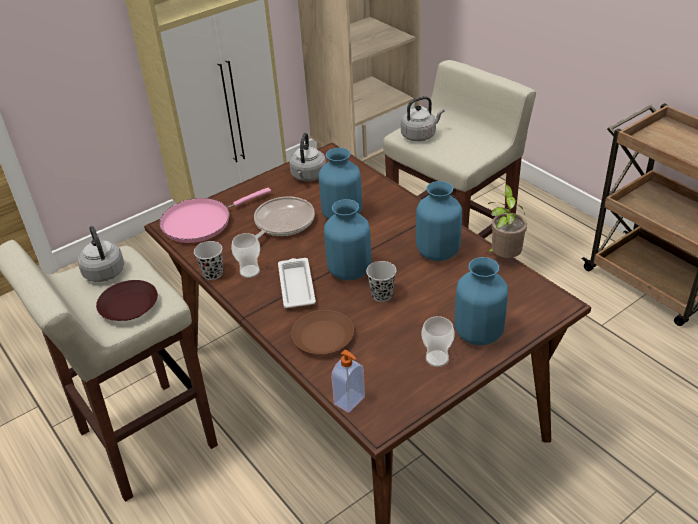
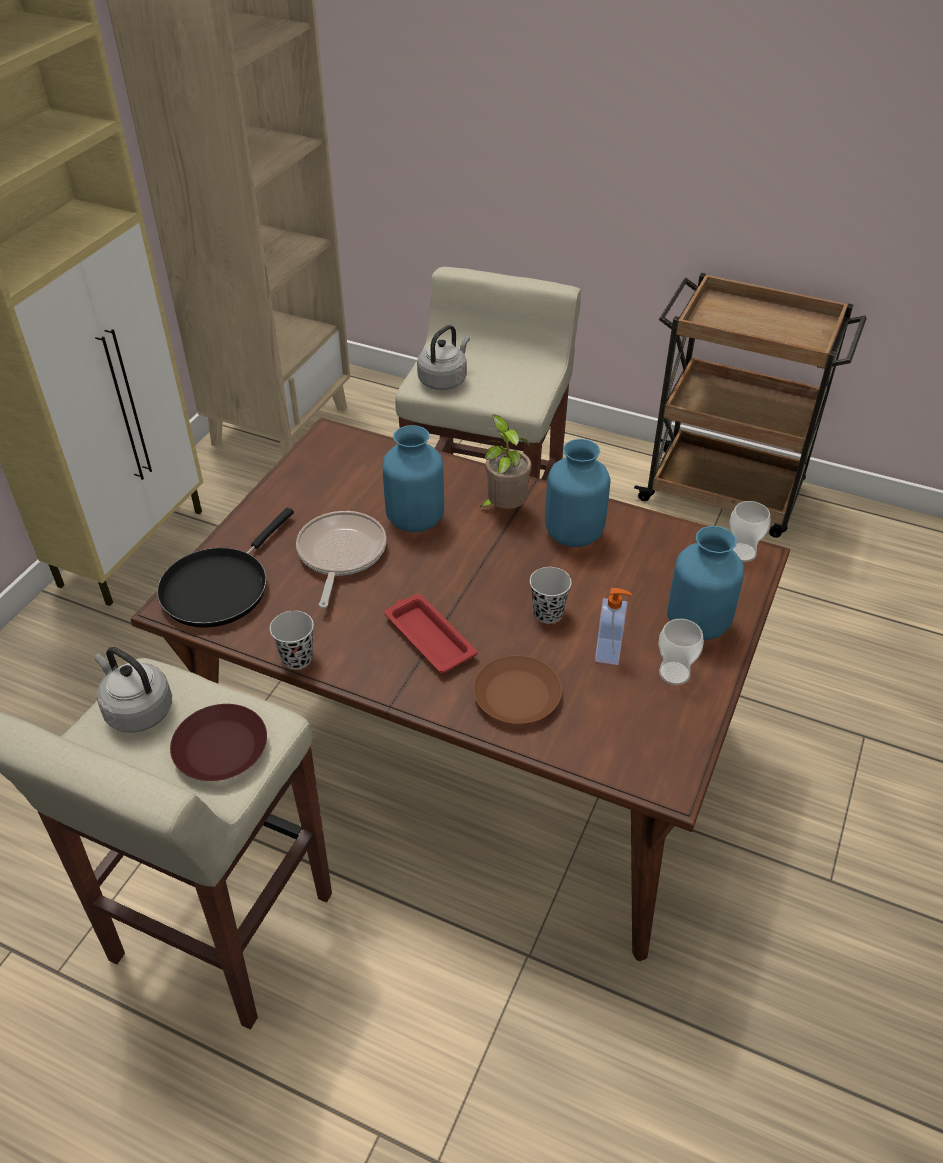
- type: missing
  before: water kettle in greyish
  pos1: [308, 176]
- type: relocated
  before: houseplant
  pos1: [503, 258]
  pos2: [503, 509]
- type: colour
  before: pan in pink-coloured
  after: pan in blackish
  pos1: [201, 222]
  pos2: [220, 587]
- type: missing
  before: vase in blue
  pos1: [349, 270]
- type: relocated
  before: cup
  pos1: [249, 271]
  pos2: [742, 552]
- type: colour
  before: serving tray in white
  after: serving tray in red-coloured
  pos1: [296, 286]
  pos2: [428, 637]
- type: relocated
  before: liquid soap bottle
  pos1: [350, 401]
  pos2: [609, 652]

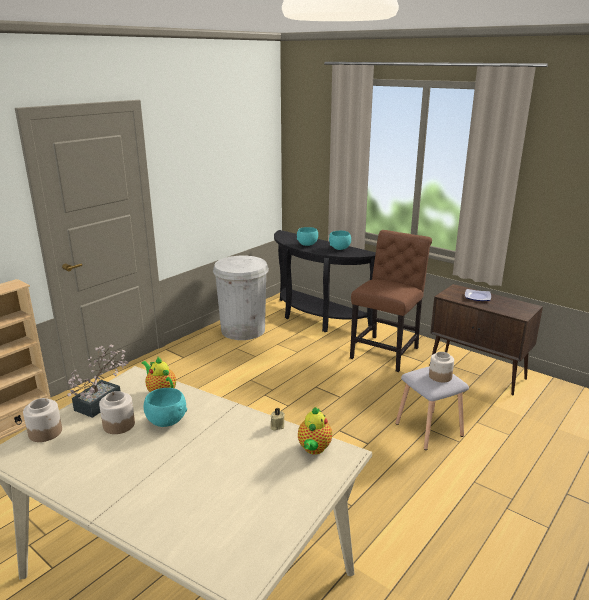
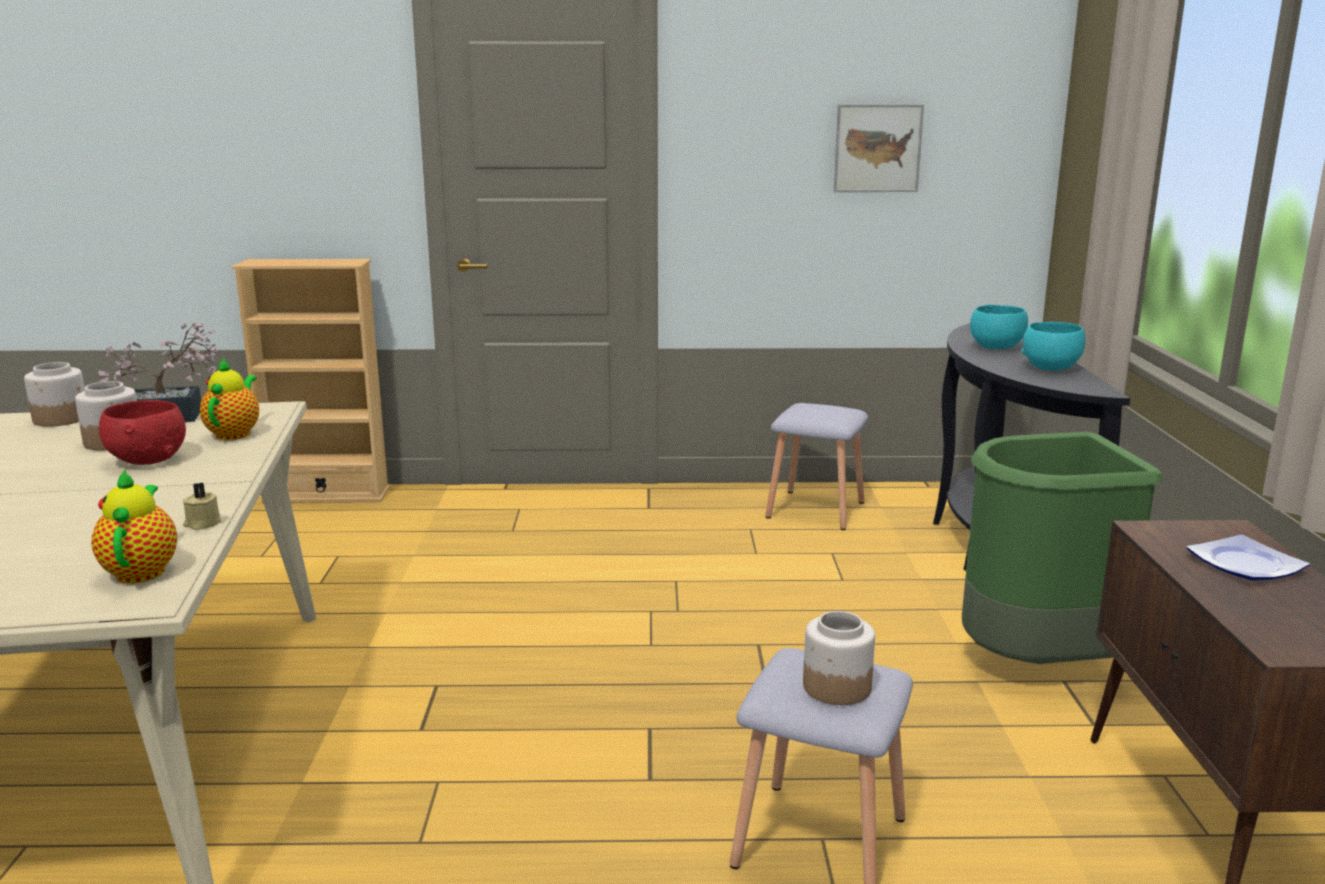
- type: exchanged
  before: plain chair in brownish
  after: waste bin in greenish
  pos1: [386, 352]
  pos2: [1038, 664]
- type: exchanged
  before: waste bin in white
  after: stool in greyish
  pos1: [243, 330]
  pos2: [817, 509]
- type: colour
  before: deep dish in turquoise-coloured
  after: deep dish in red-coloured
  pos1: [166, 421]
  pos2: [148, 460]
- type: spun
  before: tea pot
  pos1: [314, 449]
  pos2: [142, 570]
  turn: 105
- type: appeared
  after: wall picture
  pos2: [877, 148]

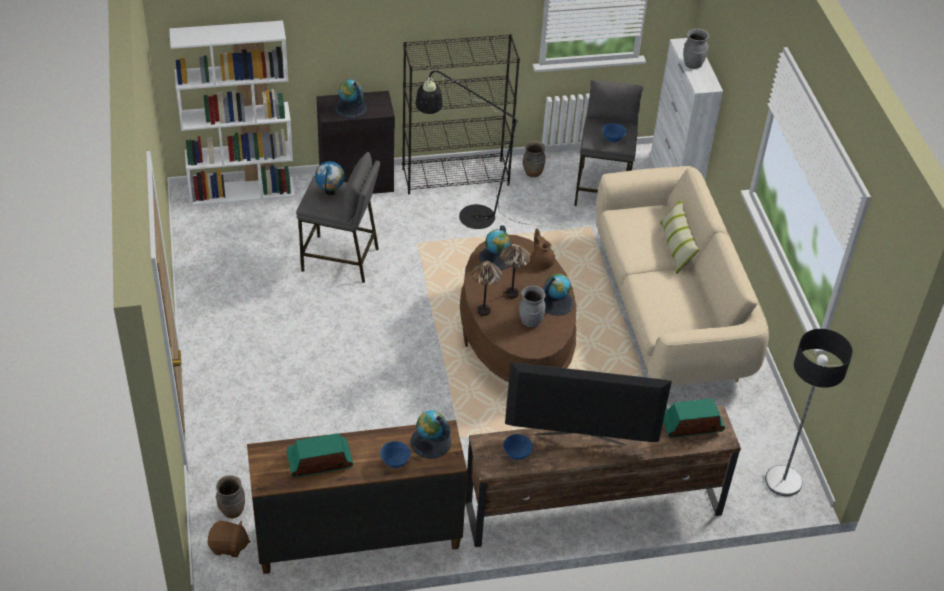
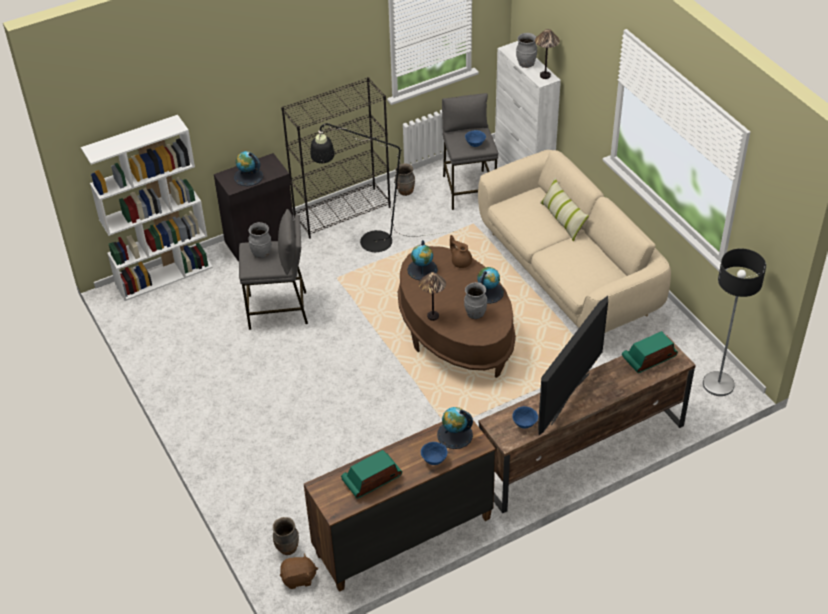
- type: exchanged
  before: desk globe
  after: vase in greyish
  pos1: [330, 192]
  pos2: [261, 253]
- type: relocated
  before: lamp for a table
  pos1: [511, 293]
  pos2: [545, 75]
- type: spun
  before: TV
  pos1: [580, 441]
  pos2: [569, 398]
  turn: 135

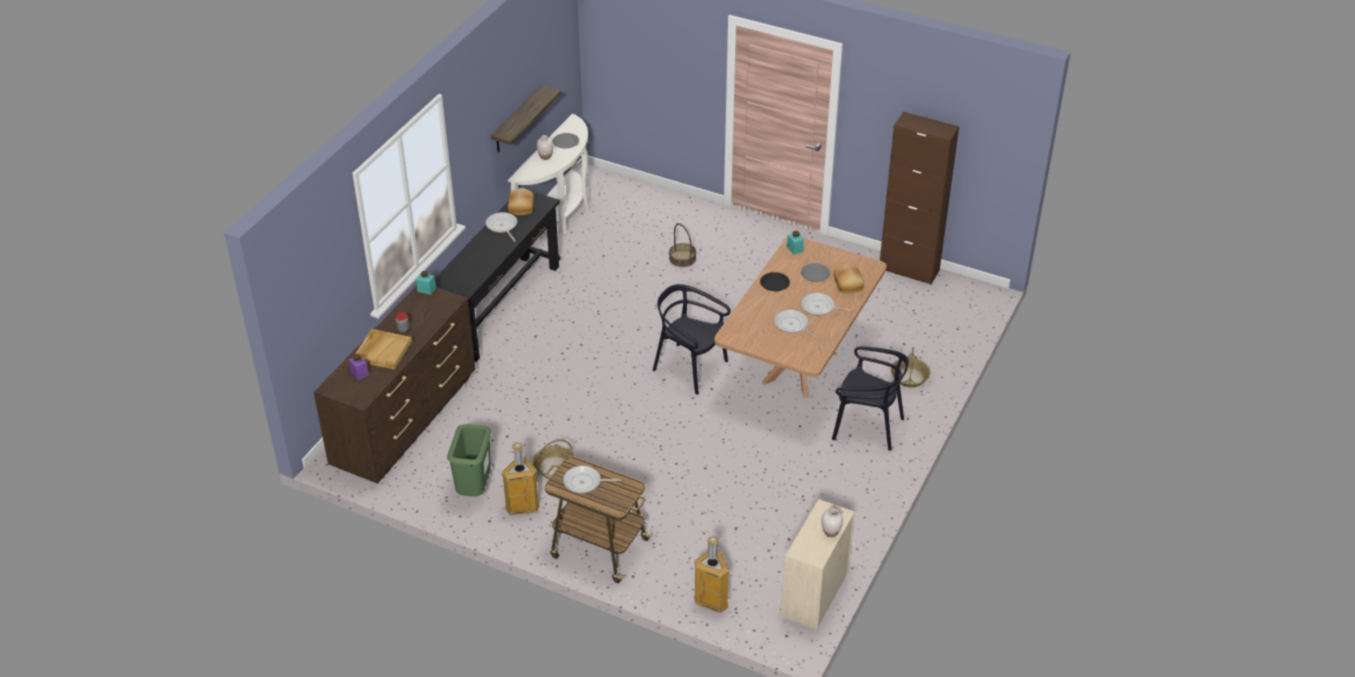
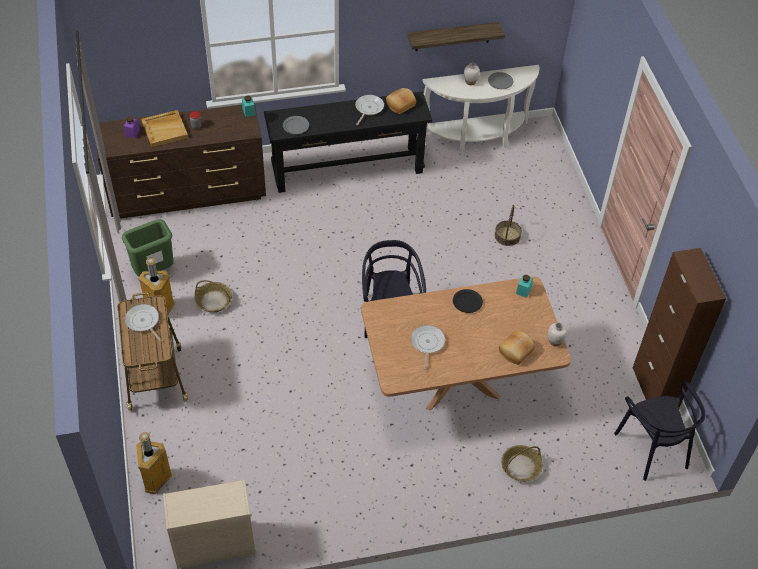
- type: relocated
  before: plate in greyish
  pos1: [815, 274]
  pos2: [296, 126]
- type: missing
  before: pan
  pos1: [820, 307]
- type: relocated
  before: plain chair in blackish
  pos1: [867, 427]
  pos2: [652, 449]
- type: relocated
  before: vase in white
  pos1: [831, 532]
  pos2: [555, 341]

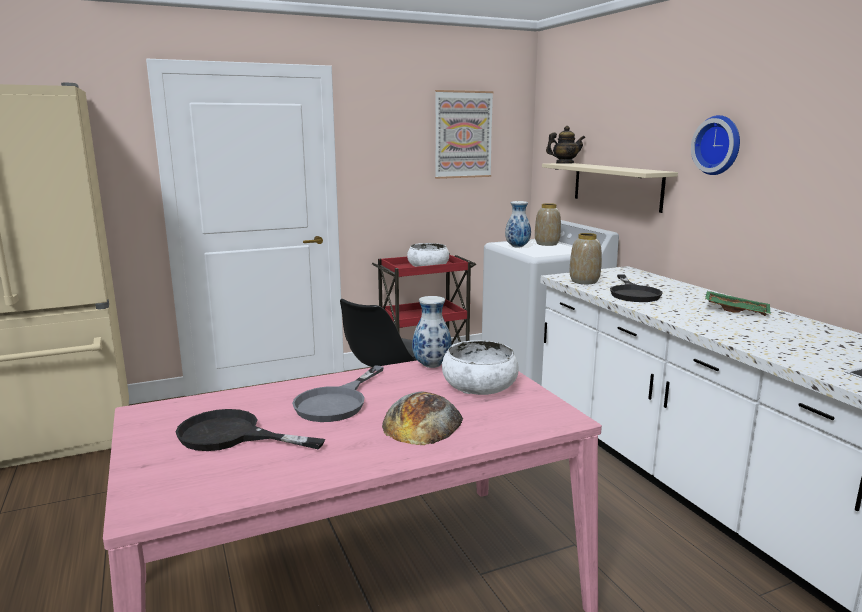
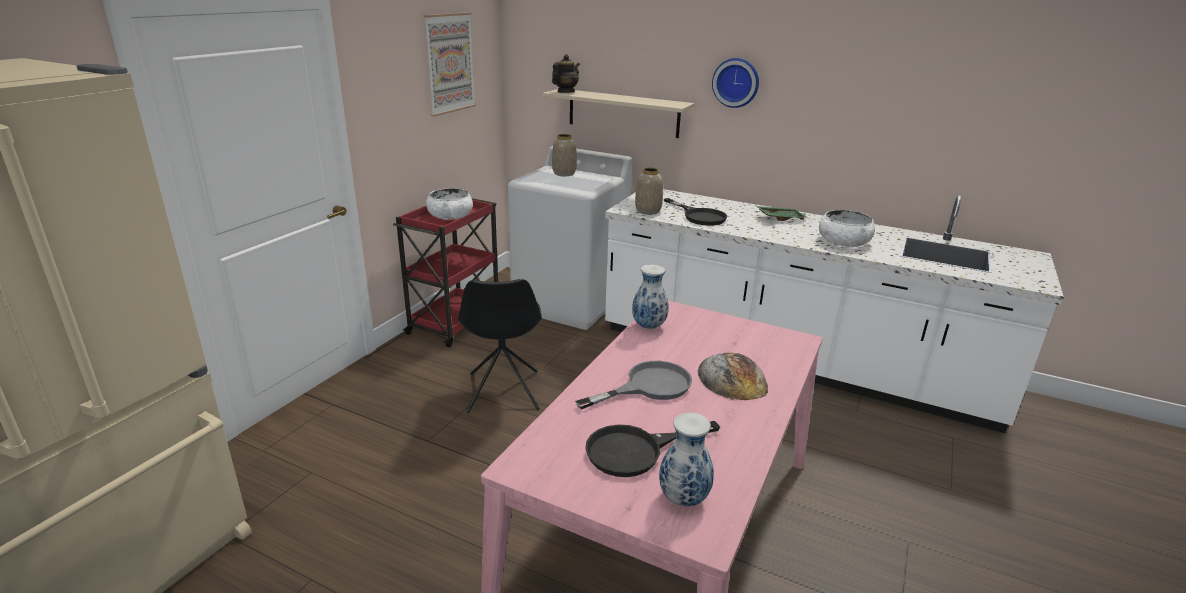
- type: relocated
  before: vase
  pos1: [517, 247]
  pos2: [683, 498]
- type: relocated
  before: deep dish in white
  pos1: [479, 385]
  pos2: [844, 241]
- type: spun
  before: pan in greyish
  pos1: [337, 402]
  pos2: [648, 386]
  turn: -105

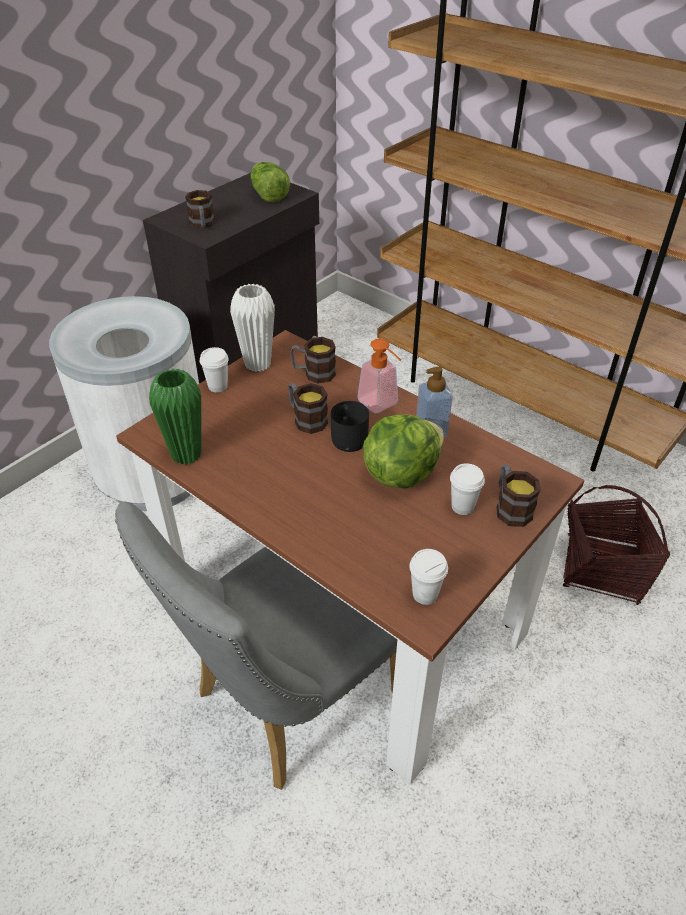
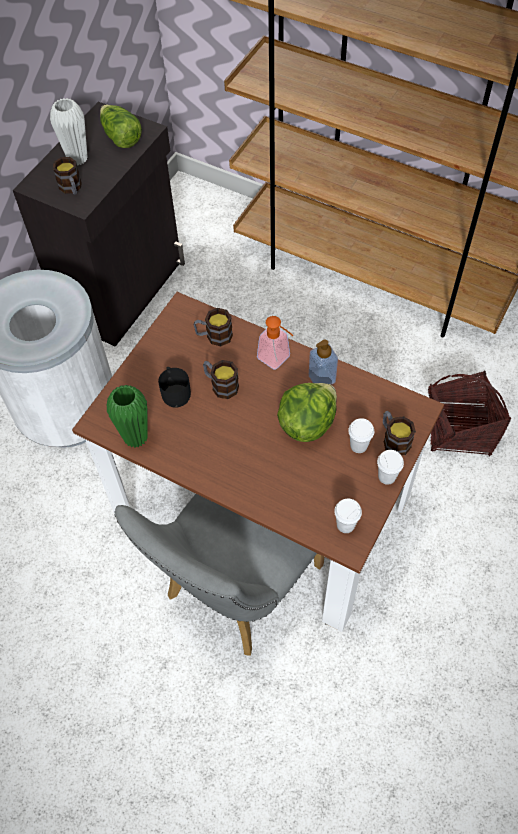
- type: relocated
  before: vase in white
  pos1: [257, 364]
  pos2: [77, 158]
- type: relocated
  before: cup in white
  pos1: [218, 386]
  pos2: [387, 476]
- type: relocated
  before: coffee mug in blackish
  pos1: [349, 436]
  pos2: [175, 392]

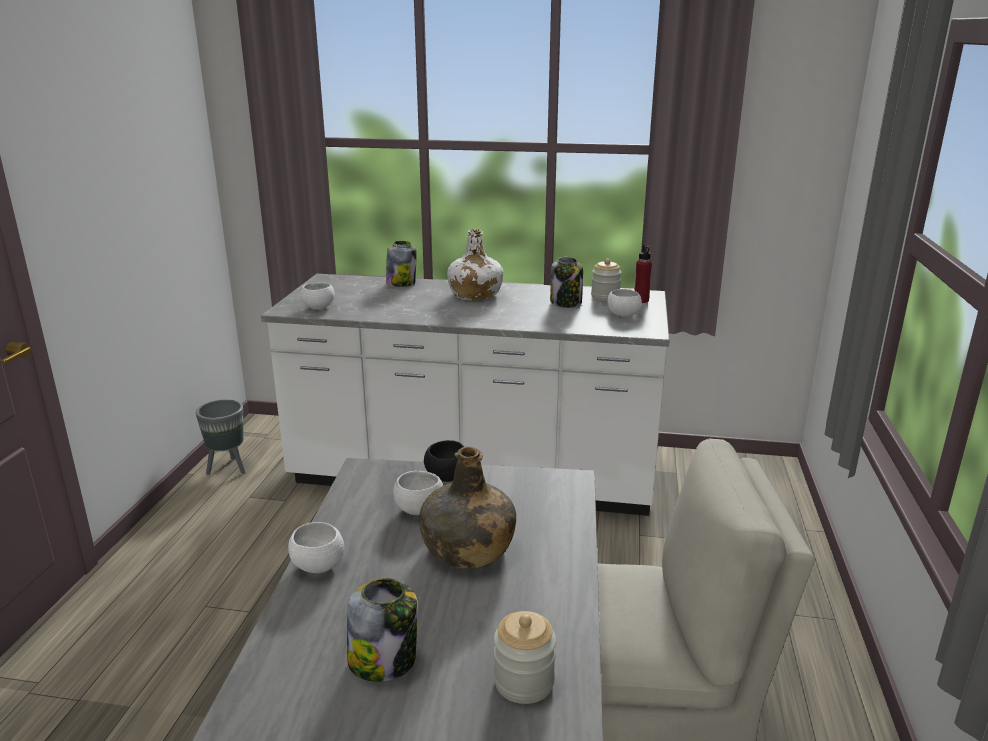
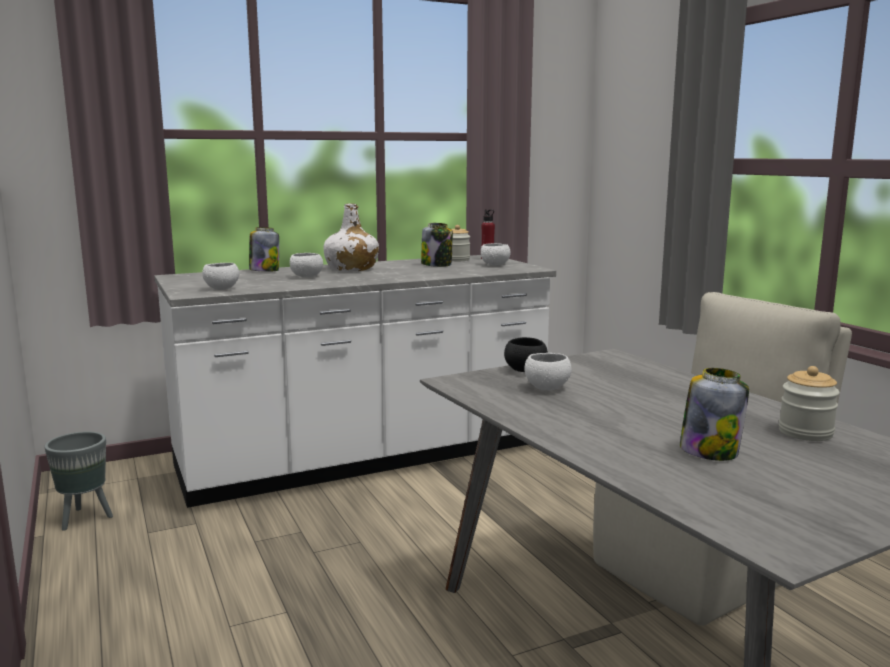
- type: missing
  before: drink bottle in greenish
  pos1: [467, 549]
- type: relocated
  before: deep dish in white
  pos1: [318, 566]
  pos2: [307, 276]

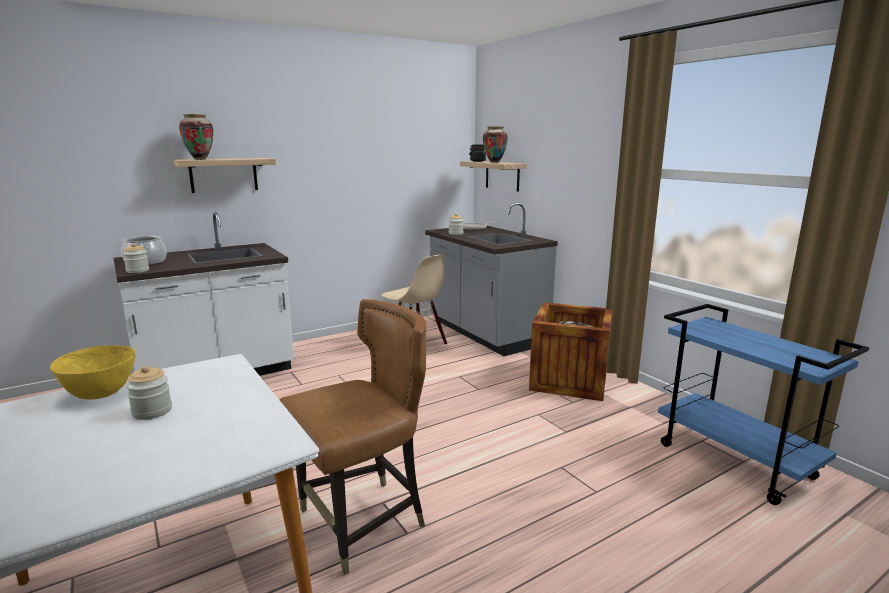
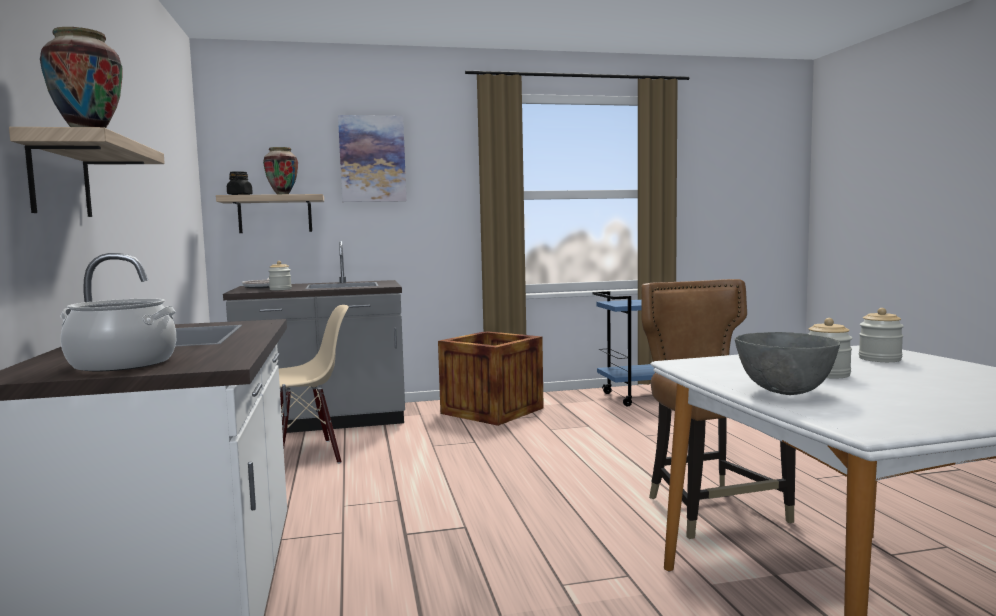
- type: relocated
  before: storage jar
  pos1: [137, 271]
  pos2: [880, 359]
- type: colour
  before: deep dish in yellow-coloured
  after: deep dish in greyish
  pos1: [100, 394]
  pos2: [786, 392]
- type: appeared
  after: wall picture
  pos2: [372, 159]

